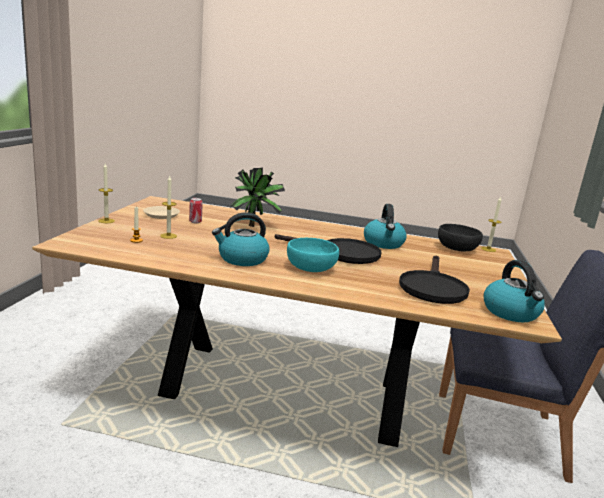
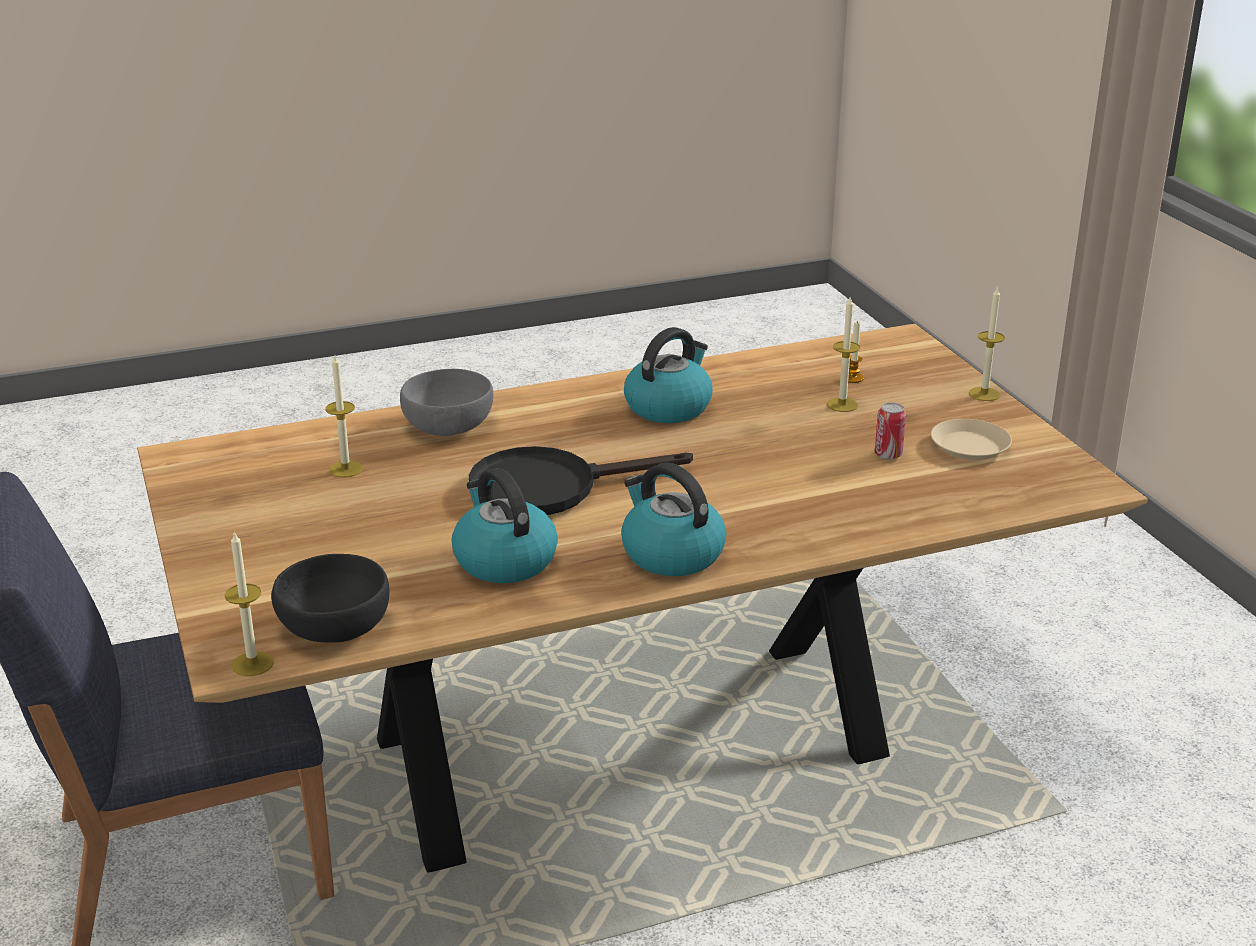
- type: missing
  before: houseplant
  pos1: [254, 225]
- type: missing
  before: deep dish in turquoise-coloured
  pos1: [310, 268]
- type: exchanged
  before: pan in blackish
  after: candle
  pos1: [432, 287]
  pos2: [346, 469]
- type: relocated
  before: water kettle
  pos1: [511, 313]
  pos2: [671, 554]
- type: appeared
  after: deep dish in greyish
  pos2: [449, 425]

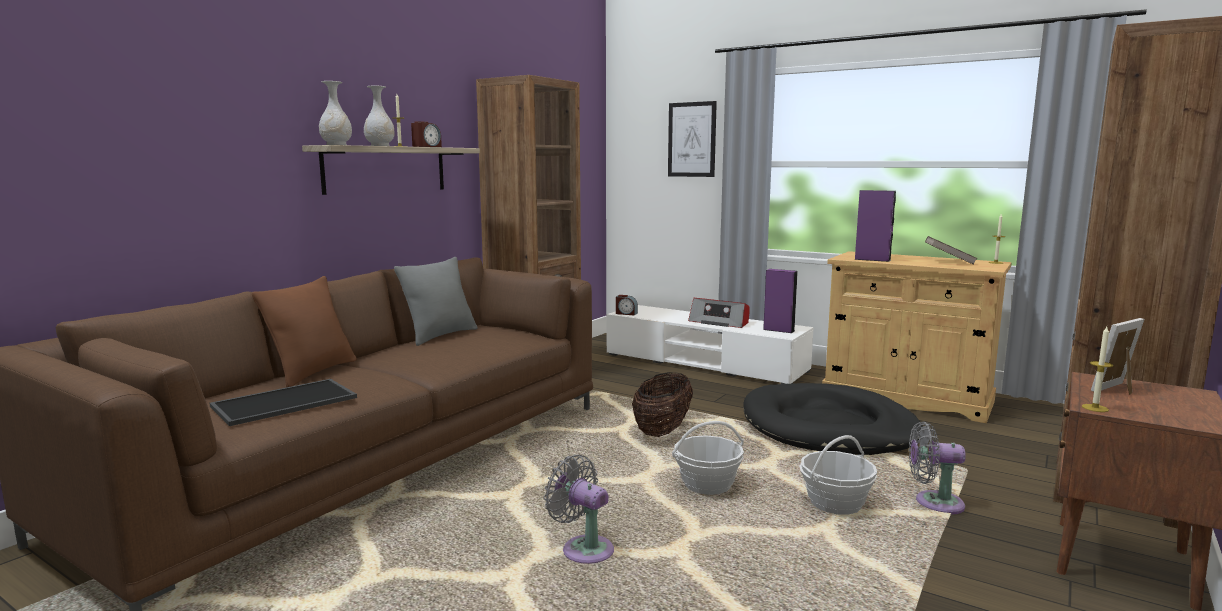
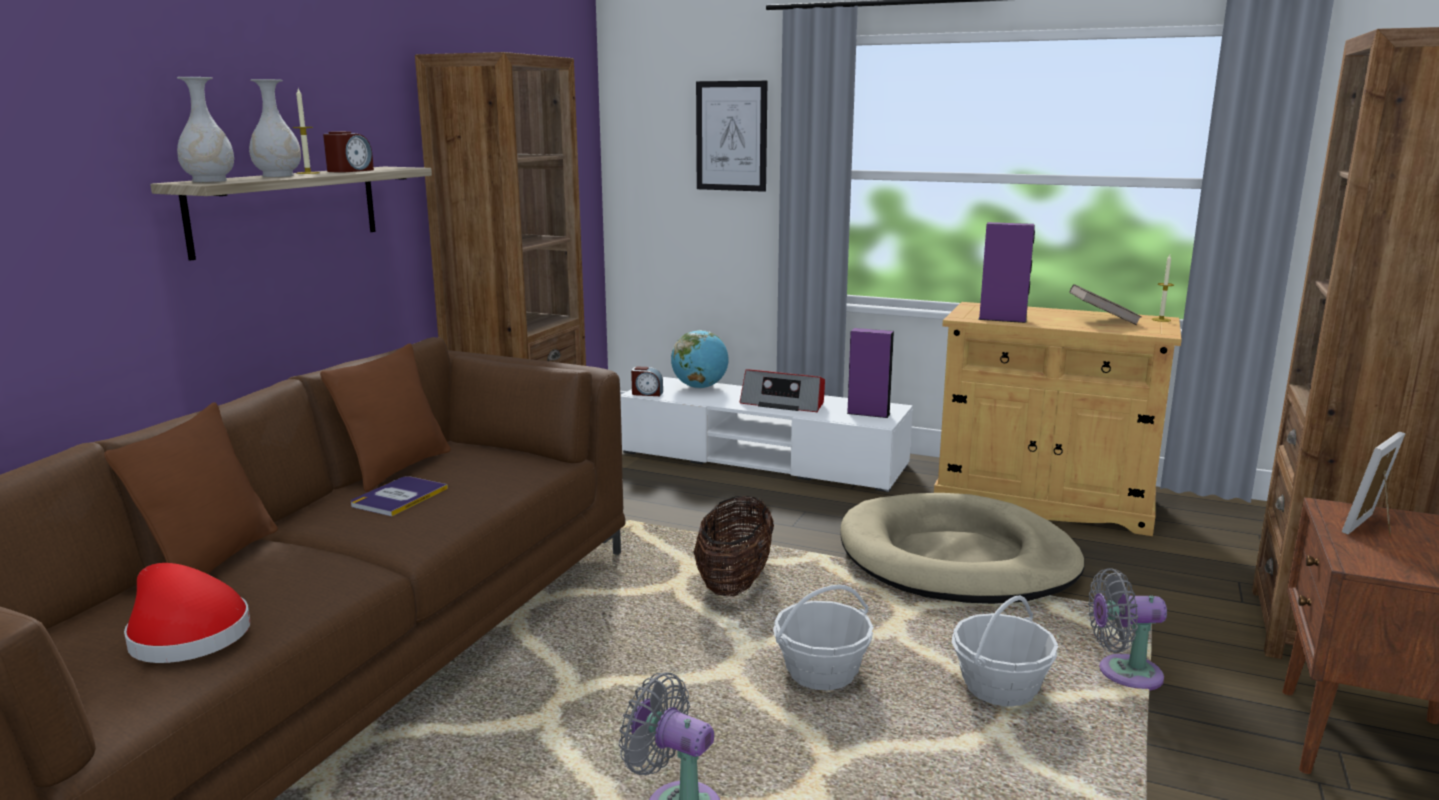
- type: colour
  before: cushion in greyish
  after: cushion in brownish
  pos1: [440, 335]
  pos2: [397, 468]
- type: missing
  before: candle
  pos1: [1095, 408]
- type: exchanged
  before: serving tray
  after: hat in red-coloured
  pos1: [284, 403]
  pos2: [185, 634]
- type: colour
  before: pet bed in blackish
  after: pet bed in beige
  pos1: [828, 427]
  pos2: [957, 558]
- type: appeared
  after: desk globe
  pos2: [700, 387]
- type: appeared
  after: book
  pos2: [399, 497]

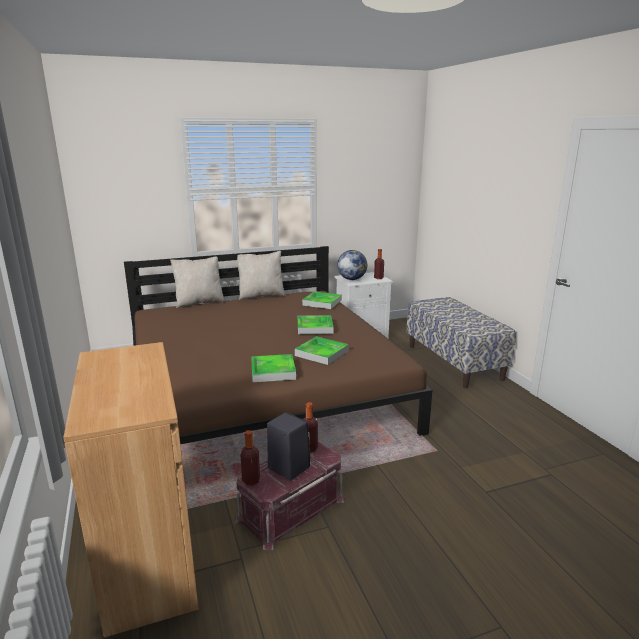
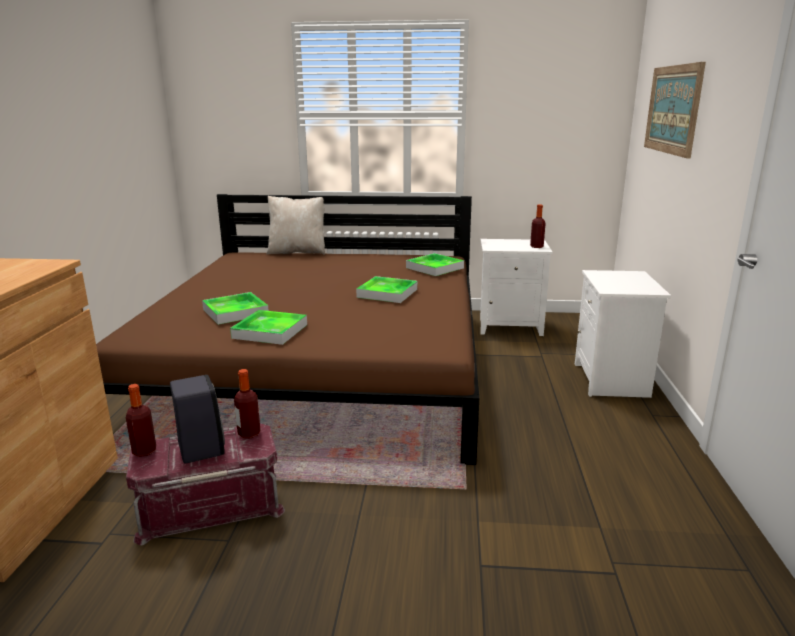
- type: missing
  before: desk globe
  pos1: [351, 279]
- type: missing
  before: cushion in beige
  pos1: [261, 295]
- type: exchanged
  before: long seat
  after: nightstand in white
  pos1: [454, 362]
  pos2: [612, 381]
- type: relocated
  before: serving tray
  pos1: [321, 353]
  pos2: [235, 312]
- type: appeared
  after: wall picture
  pos2: [672, 109]

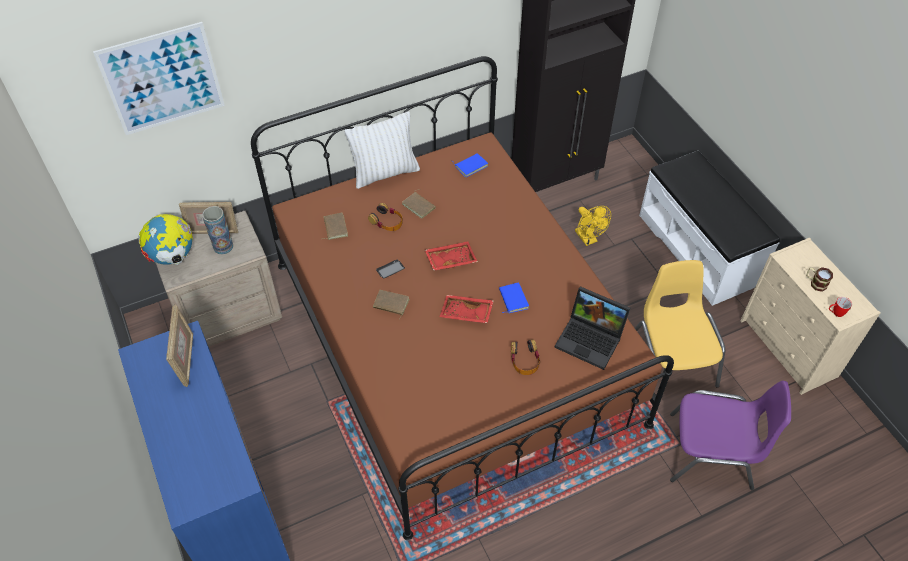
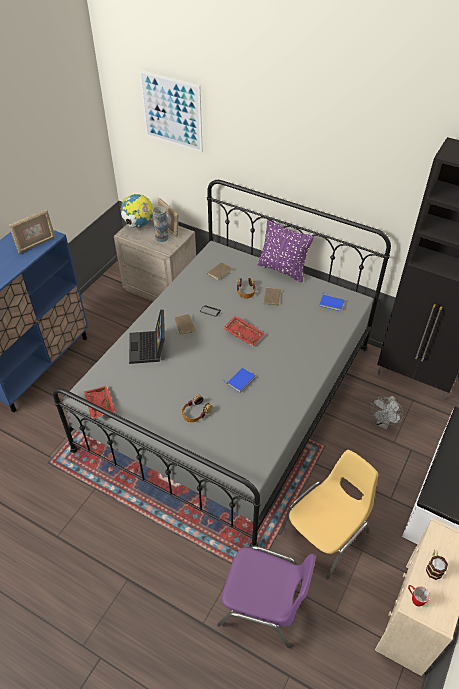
- type: colour
  before: bedroom bed in brownish
  after: bedroom bed in greyish
  pos1: [453, 340]
  pos2: [229, 395]
- type: colour
  before: cushion in white
  after: cushion in purplish
  pos1: [385, 173]
  pos2: [282, 269]
- type: colour
  before: cooling fan in yellow-coloured
  after: cooling fan in greyish
  pos1: [588, 239]
  pos2: [383, 423]
- type: relocated
  before: portable computer
  pos1: [591, 339]
  pos2: [149, 348]
- type: relocated
  before: serving tray in red-coloured
  pos1: [466, 314]
  pos2: [99, 405]
- type: spun
  before: plain chair in purplish
  pos1: [712, 452]
  pos2: [264, 604]
  turn: -45

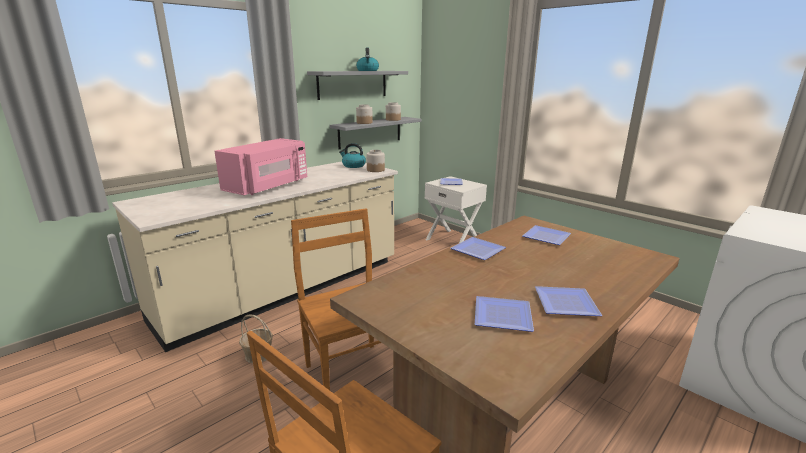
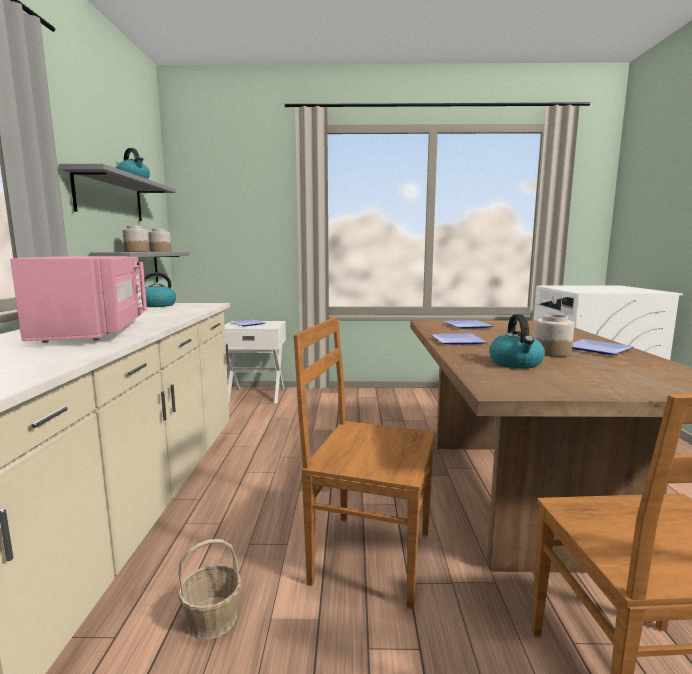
- type: relocated
  before: storage jar
  pos1: [375, 170]
  pos2: [551, 353]
- type: missing
  before: plate
  pos1: [504, 317]
- type: appeared
  after: water kettle
  pos2: [516, 363]

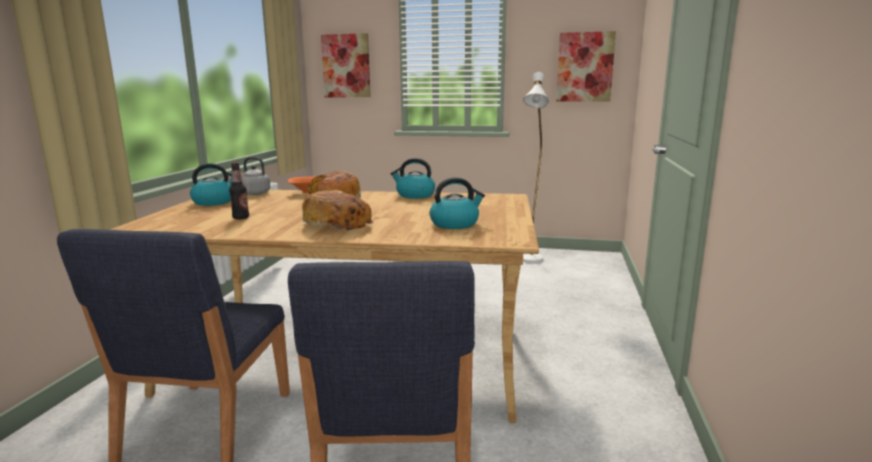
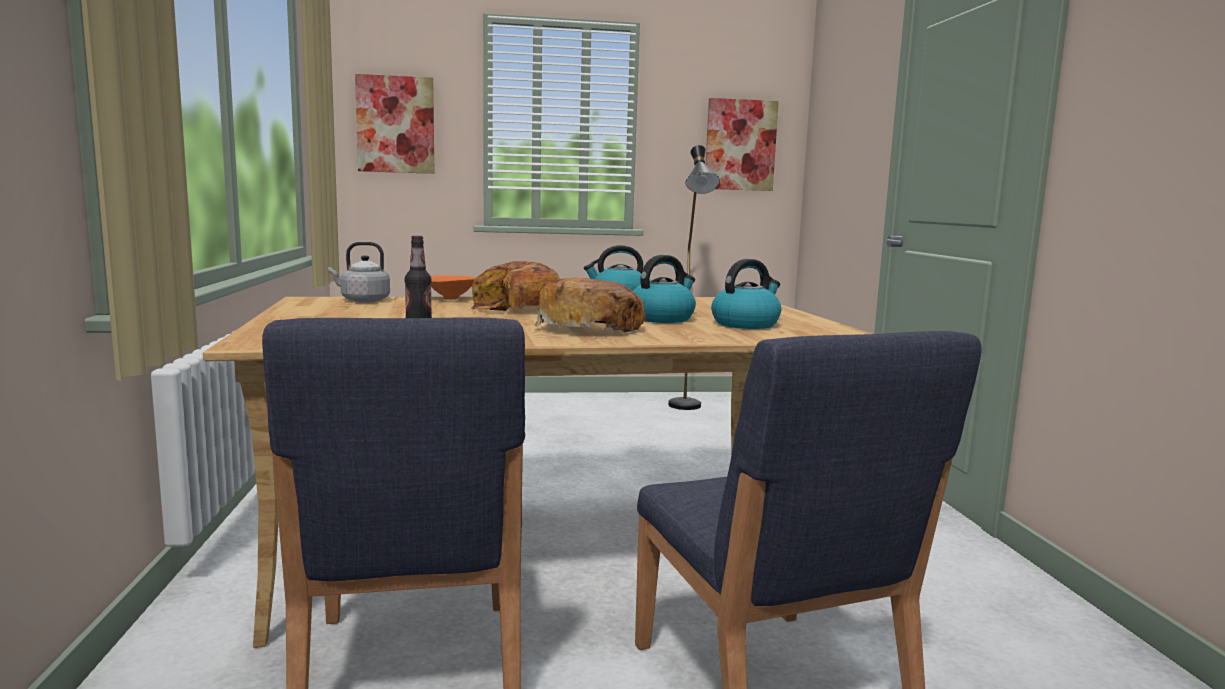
- type: colour
  before: standing lamp in white
  after: standing lamp in blackish
  pos1: [531, 262]
  pos2: [687, 409]
- type: relocated
  before: water kettle
  pos1: [214, 202]
  pos2: [662, 318]

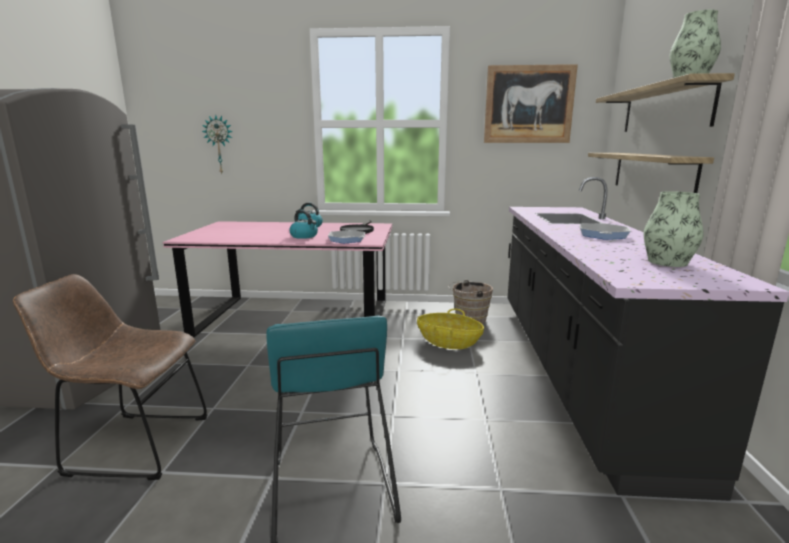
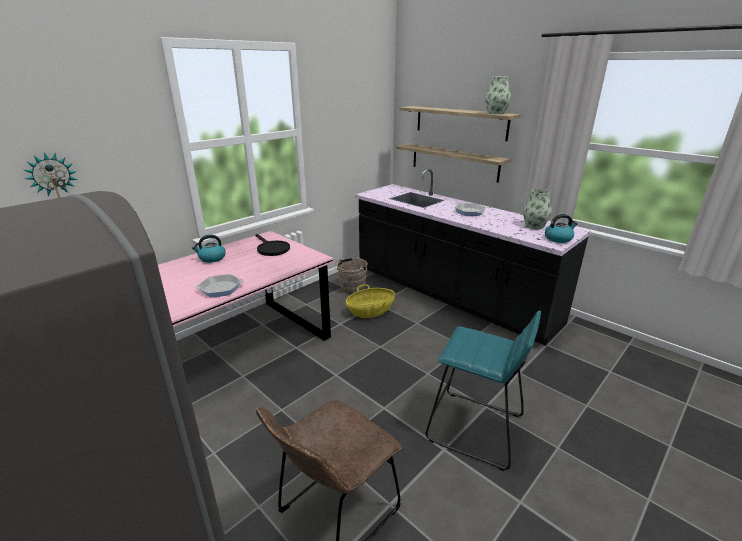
- type: missing
  before: wall picture
  pos1: [528, 104]
- type: relocated
  before: water kettle
  pos1: [304, 236]
  pos2: [558, 239]
- type: relocated
  before: pan
  pos1: [347, 239]
  pos2: [220, 289]

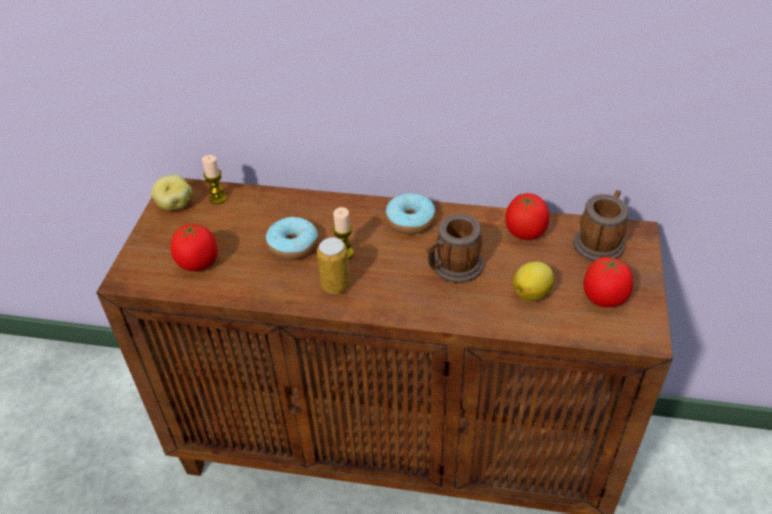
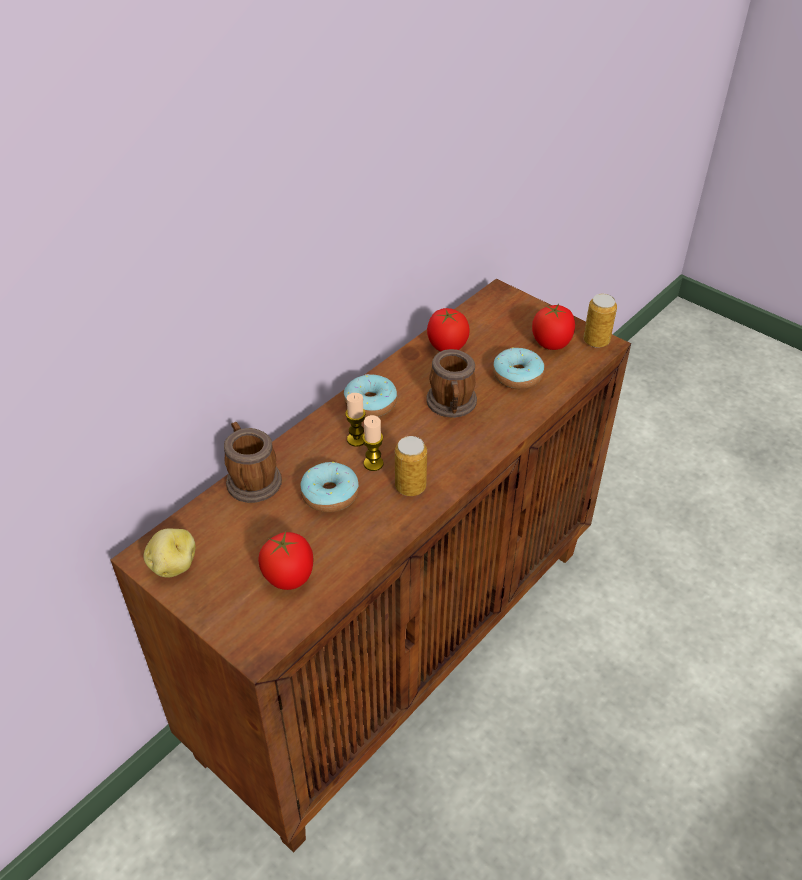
- type: relocated
  before: candle
  pos1: [218, 198]
  pos2: [356, 439]
- type: relocated
  before: coffee mug
  pos1: [600, 242]
  pos2: [251, 478]
- type: exchanged
  before: whole lemon
  after: ring doughnut
  pos1: [532, 293]
  pos2: [517, 376]
- type: appeared
  after: can
  pos2: [596, 341]

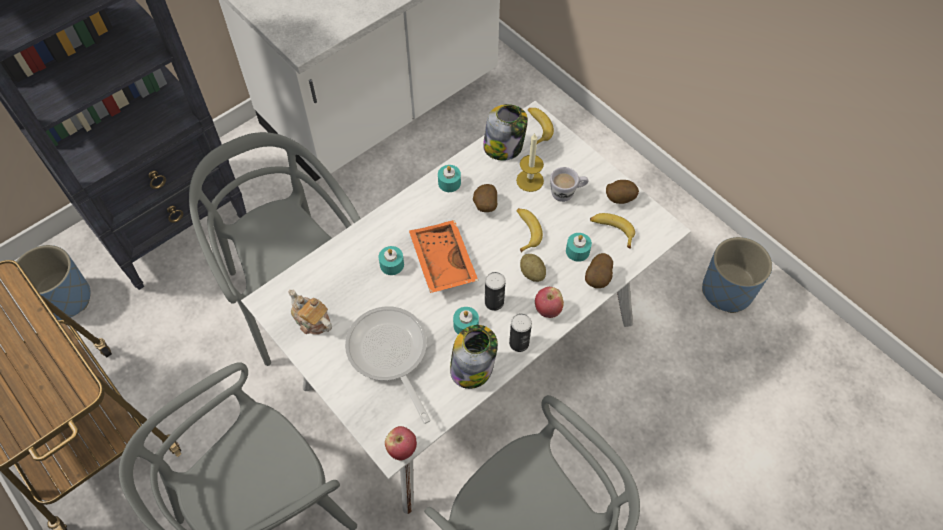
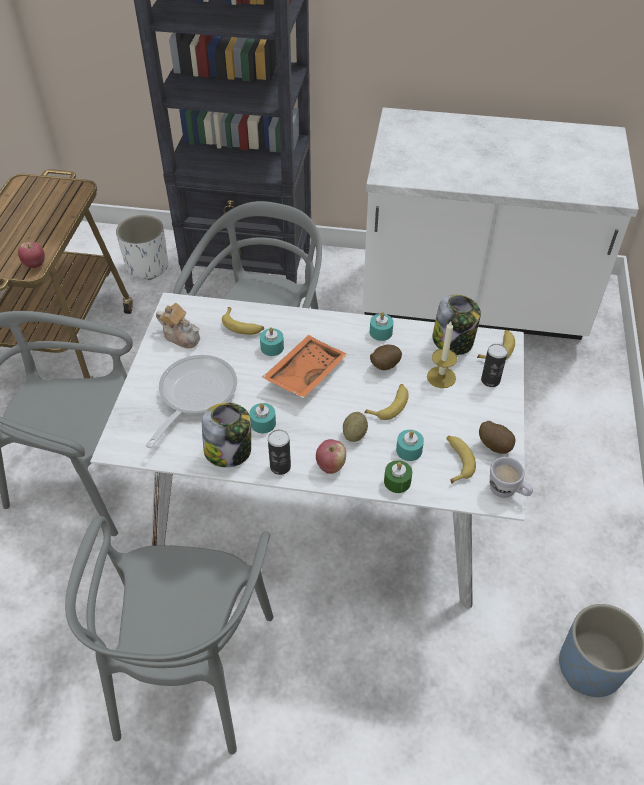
- type: relocated
  before: coffee mug in white
  pos1: [567, 193]
  pos2: [507, 492]
- type: colour
  before: plant pot in blue
  after: plant pot in white
  pos1: [65, 299]
  pos2: [147, 267]
- type: exchanged
  before: whole potato
  after: candle in greenish
  pos1: [598, 279]
  pos2: [397, 481]
- type: relocated
  before: can
  pos1: [494, 302]
  pos2: [490, 380]
- type: spun
  before: tea pot
  pos1: [312, 320]
  pos2: [181, 336]
  turn: 120
- type: relocated
  before: apple fruit
  pos1: [402, 448]
  pos2: [35, 264]
- type: appeared
  after: banana
  pos2: [243, 326]

